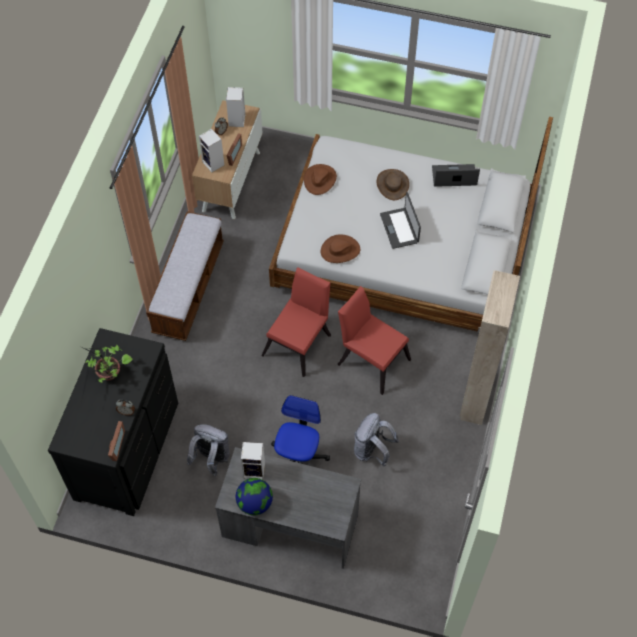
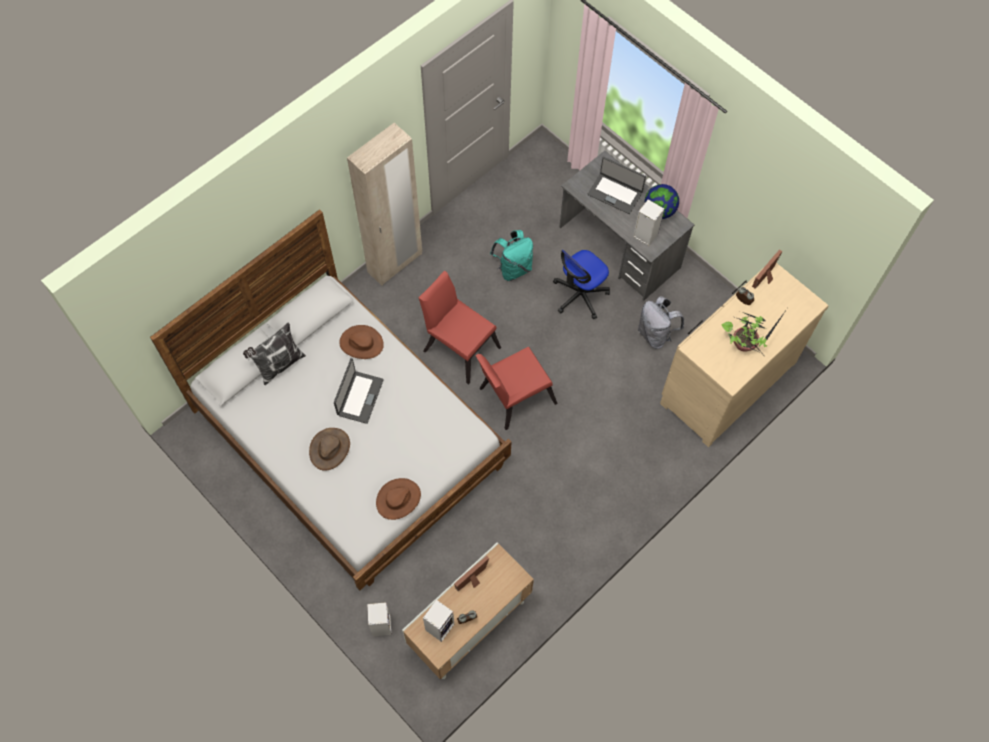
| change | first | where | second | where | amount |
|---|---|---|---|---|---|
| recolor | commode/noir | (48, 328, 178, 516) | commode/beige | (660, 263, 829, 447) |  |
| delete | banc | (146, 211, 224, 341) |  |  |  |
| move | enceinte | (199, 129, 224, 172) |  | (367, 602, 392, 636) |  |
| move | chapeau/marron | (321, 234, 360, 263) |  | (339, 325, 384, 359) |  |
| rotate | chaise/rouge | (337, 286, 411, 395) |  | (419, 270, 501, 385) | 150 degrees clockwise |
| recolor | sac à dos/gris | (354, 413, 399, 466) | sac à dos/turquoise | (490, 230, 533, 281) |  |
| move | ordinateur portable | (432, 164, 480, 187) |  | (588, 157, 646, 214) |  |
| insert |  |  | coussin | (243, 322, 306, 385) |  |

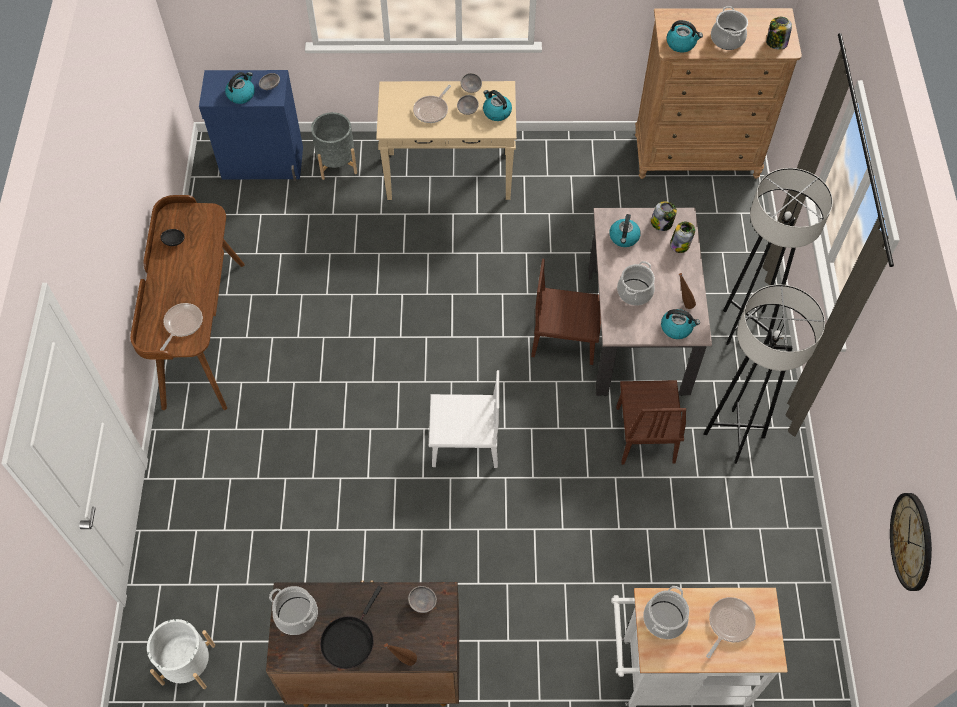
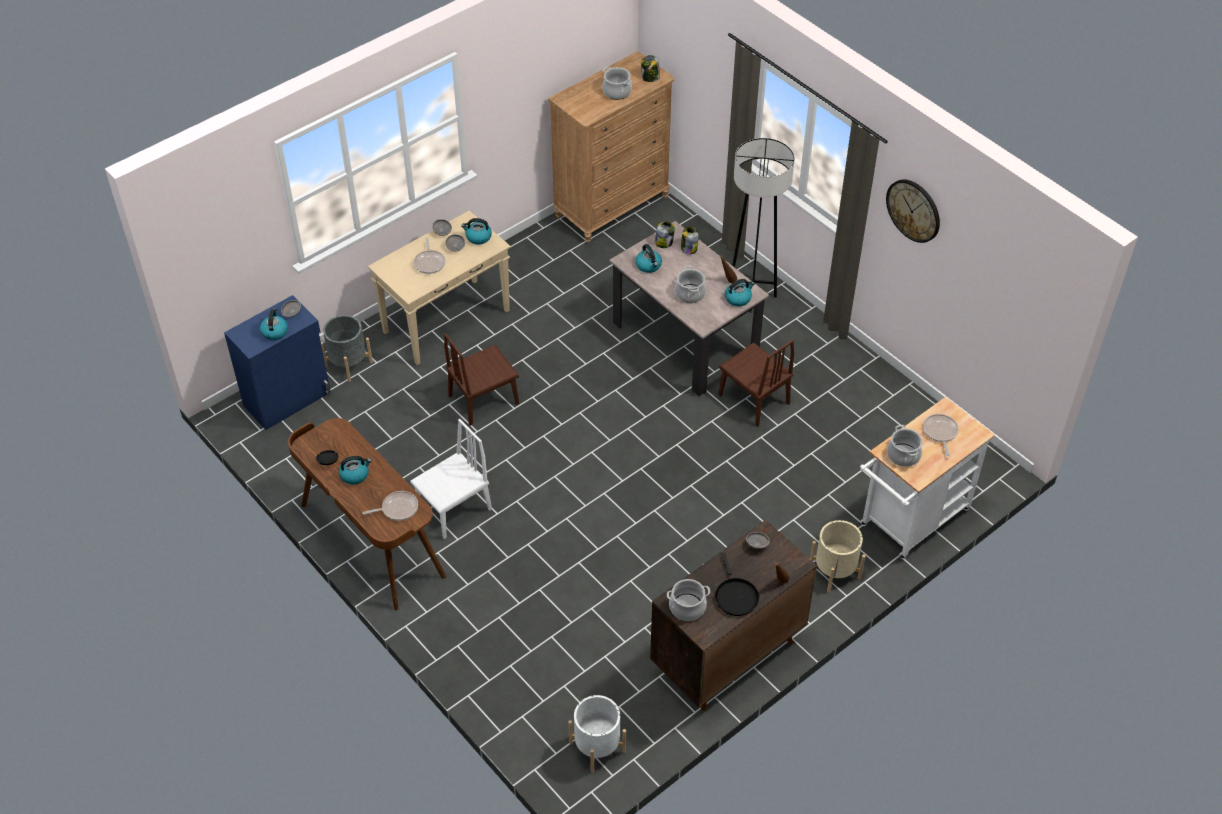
| change | first | where | second | where | amount |
|---|---|---|---|---|---|
| rotate | poêle | (160, 303, 203, 350) |  | (362, 491, 418, 521) | 90 degrees clockwise |
| move | chaise/blanc | (429, 370, 499, 468) |  | (410, 419, 492, 539) |  |
| move | chaise/marron | (531, 259, 601, 365) |  | (444, 333, 519, 426) |  |
| move | bouilloire | (666, 20, 703, 53) |  | (339, 456, 372, 485) |  |
| delete | lampadaire/gris | (704, 285, 825, 464) |  |  |  |
| move | horloge murale | (890, 493, 932, 591) |  | (886, 179, 940, 243) |  |
| insert |  |  | cache-pot/beige | (810, 520, 866, 592) |  |

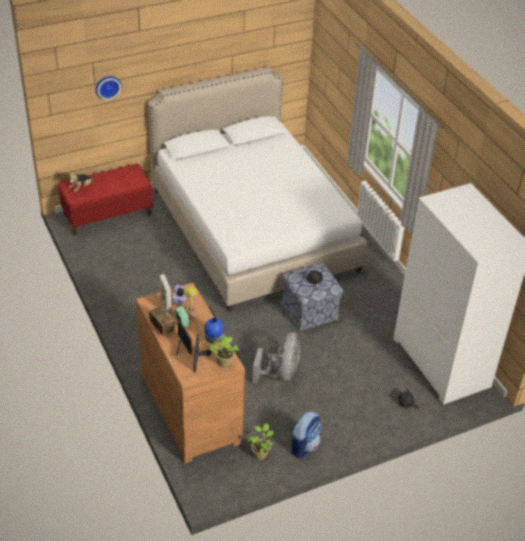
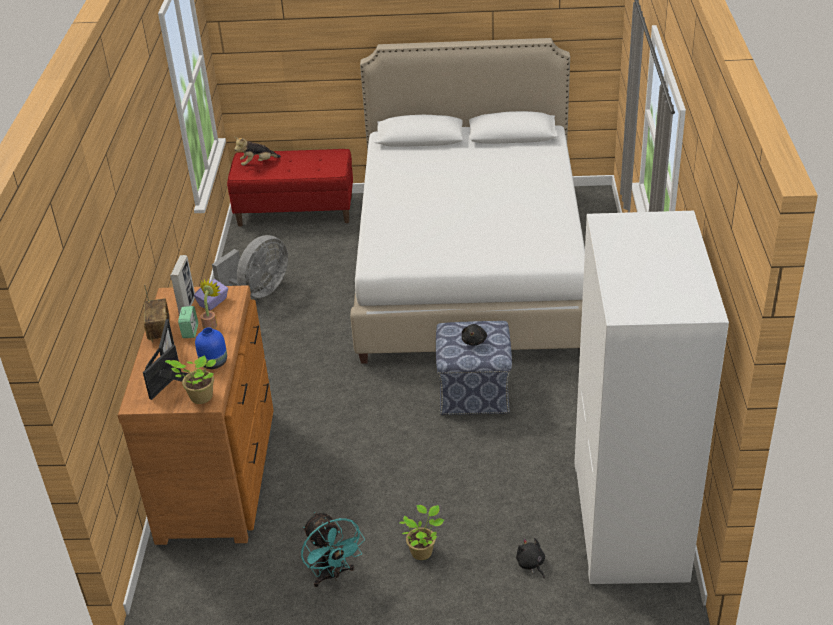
| change | first | where | second | where | amount |
|---|---|---|---|---|---|
| delete | horloge murale | (96, 76, 122, 100) |  |  |  |
| move | plante en pot | (247, 423, 273, 460) |  | (399, 505, 444, 560) |  |
| move | ventilateur/gris | (252, 332, 300, 384) |  | (212, 235, 288, 298) |  |
| replace | sac à dos | (291, 411, 322, 458) | ventilateur/turquoise | (301, 512, 365, 587) |  |

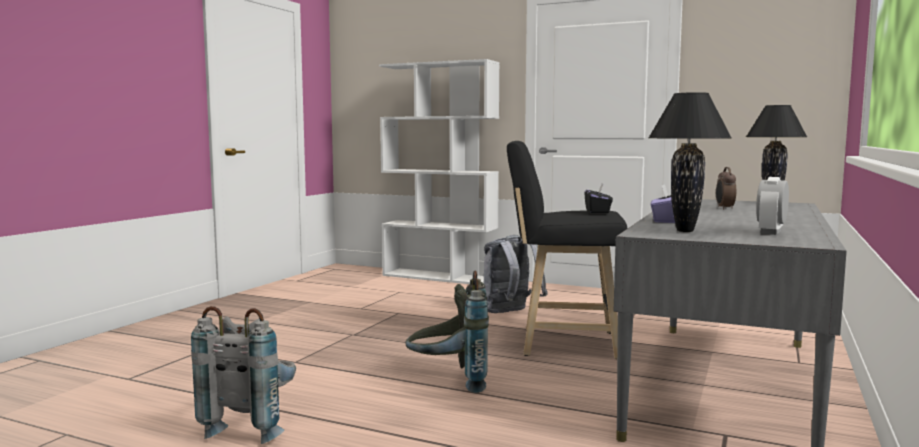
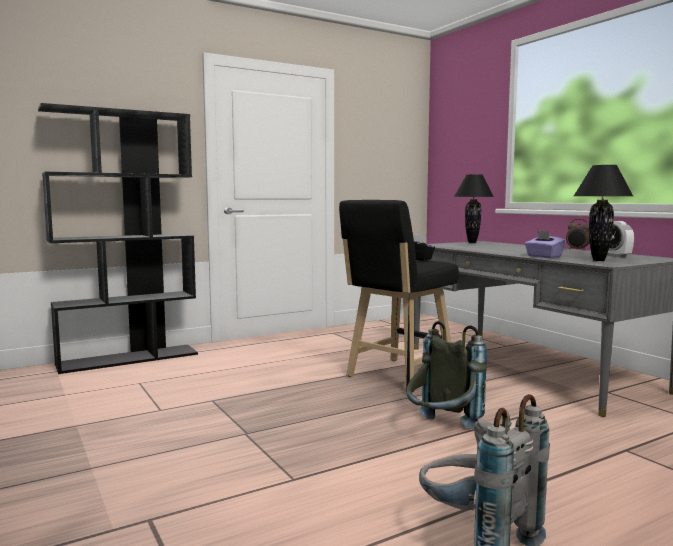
| change | first | where | second | where | amount |
|---|---|---|---|---|---|
| recolor | bibliothèque/blanc | (379, 59, 500, 286) | bibliothèque/noir | (38, 103, 198, 374) |  |
| delete | sac à dos/gris | (484, 235, 548, 313) |  |  |  |
| move | réveil | (716, 167, 736, 210) |  | (566, 219, 590, 251) |  |

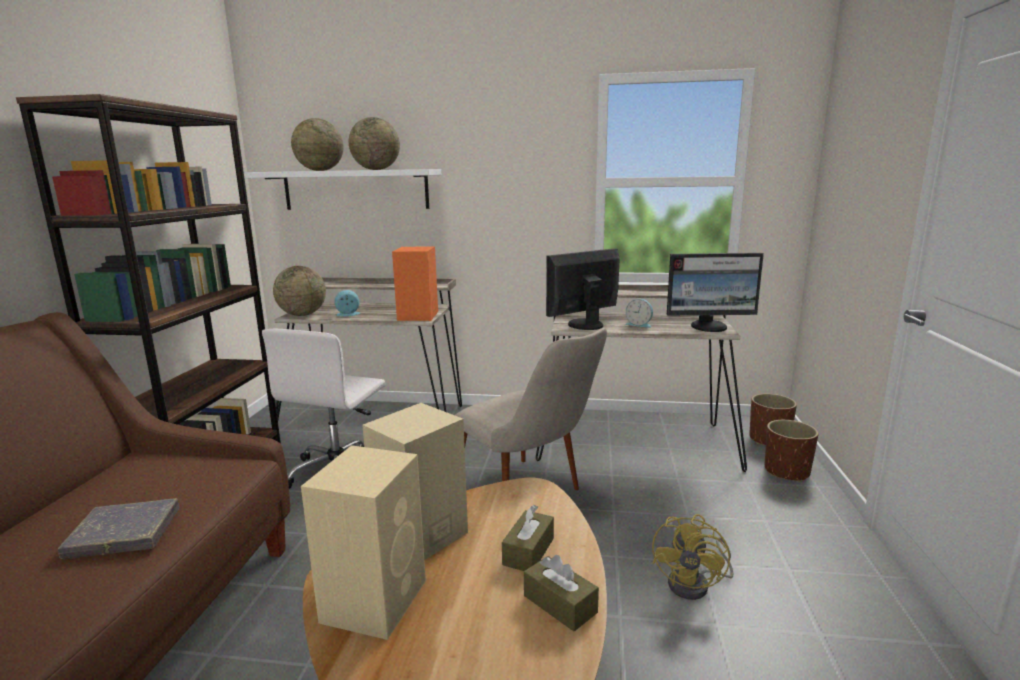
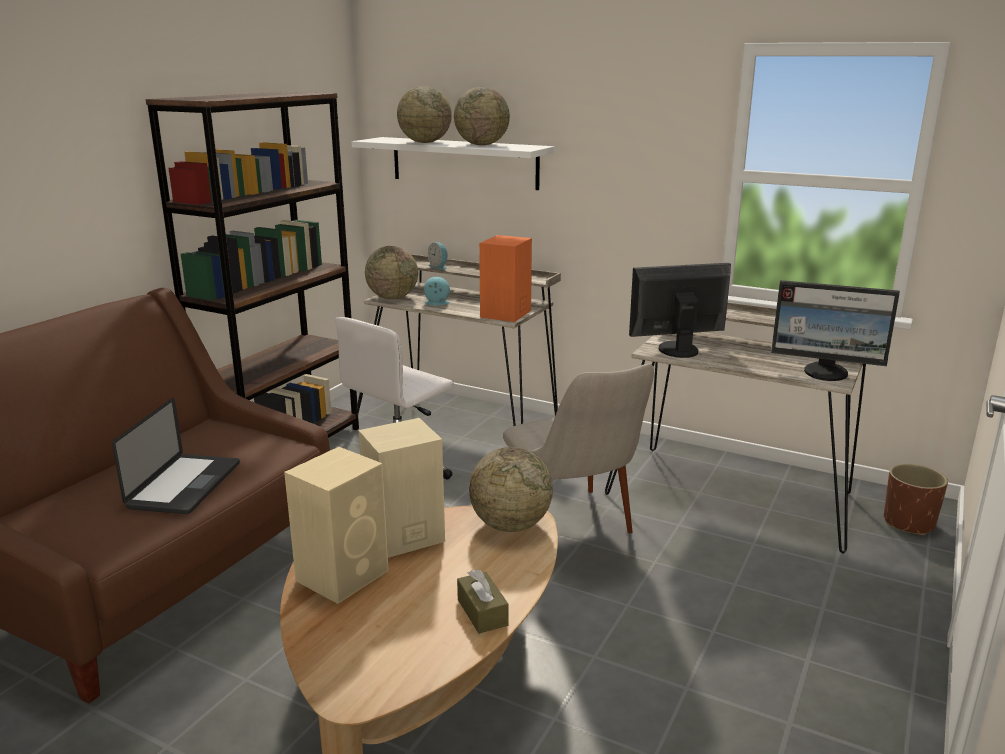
| change | first | where | second | where | amount |
|---|---|---|---|---|---|
| replace | livre/gris | (58, 498, 179, 559) | ordinateur portable | (112, 398, 240, 514) |  |
| delete | boîte à mouchoirs/marron | (502, 505, 554, 571) |  |  |  |
| move | réveil | (625, 299, 653, 328) |  | (428, 242, 448, 270) |  |
| delete | ventilateur/jaune | (652, 514, 734, 600) |  |  |  |
| delete | cache-pot/marron | (765, 420, 819, 482) |  |  |  |
| insert |  |  | globe | (469, 447, 553, 532) |  |

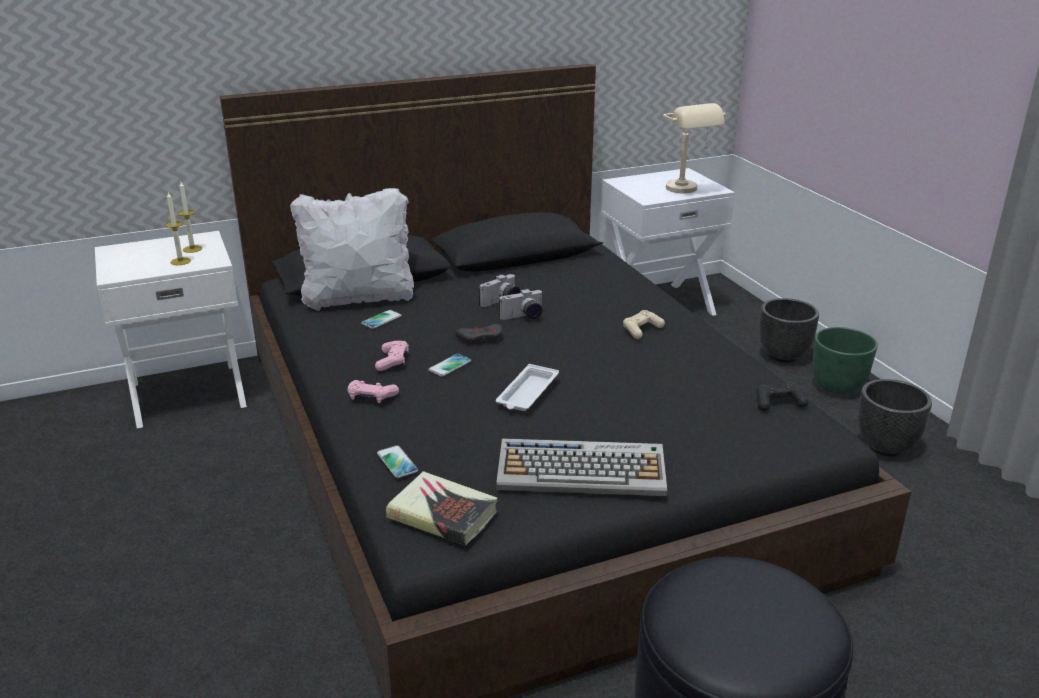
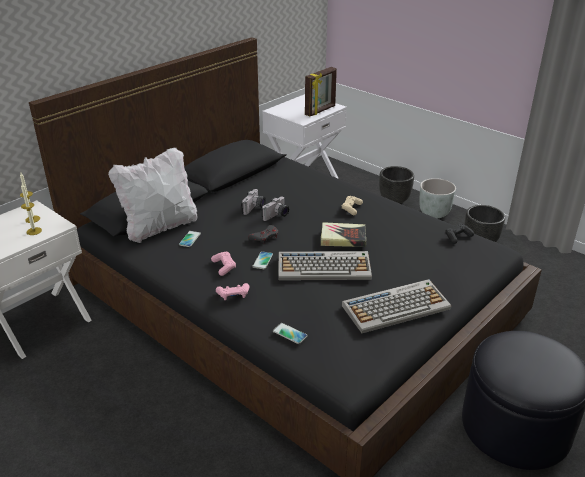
| change | first | where | second | where | amount |
|---|---|---|---|---|---|
| move | livre | (386, 471, 498, 546) |  | (321, 222, 366, 247) |  |
| replace | plateau/blanc | (496, 364, 559, 411) | clavier | (278, 251, 372, 280) |  |
| replace | lampe de table/beige | (663, 103, 725, 193) | cadre photo | (305, 67, 337, 117) |  |
| recolor | cache-pot/vert | (812, 327, 878, 395) | cache-pot/gris | (419, 178, 456, 218) |  |

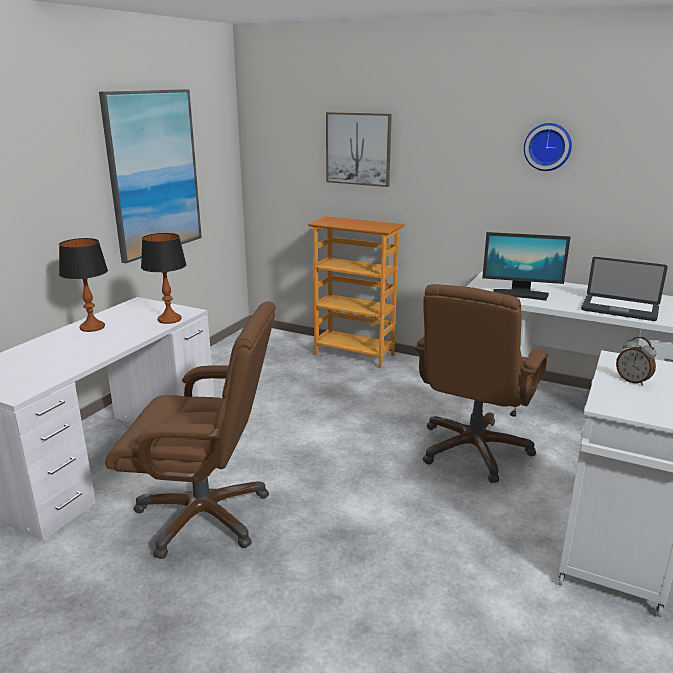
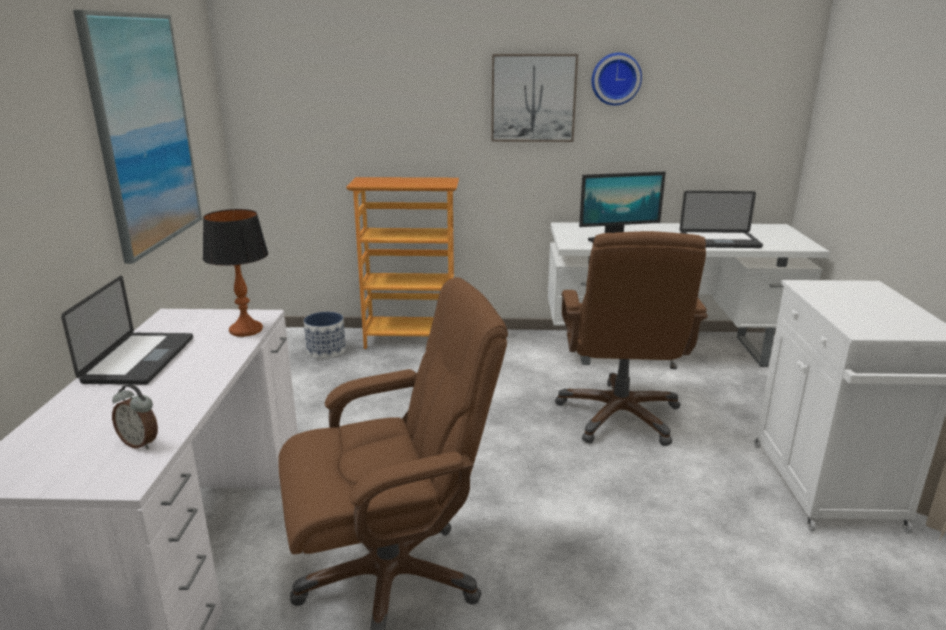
| change | first | where | second | where | amount |
|---|---|---|---|---|---|
| replace | lampe de table | (59, 238, 108, 332) | ordinateur portable | (61, 276, 193, 385) |  |
| move | tableau | (326, 112, 392, 187) |  | (491, 54, 578, 142) |  |
| move | réveil | (616, 337, 656, 386) |  | (112, 384, 158, 450) |  |
| insert |  |  | cache-pot | (304, 312, 346, 358) |  |

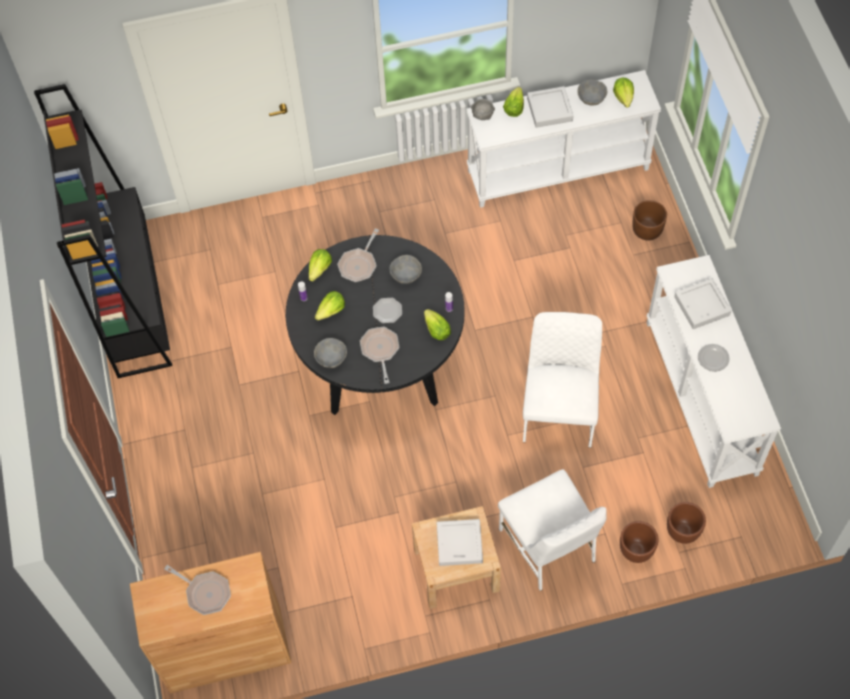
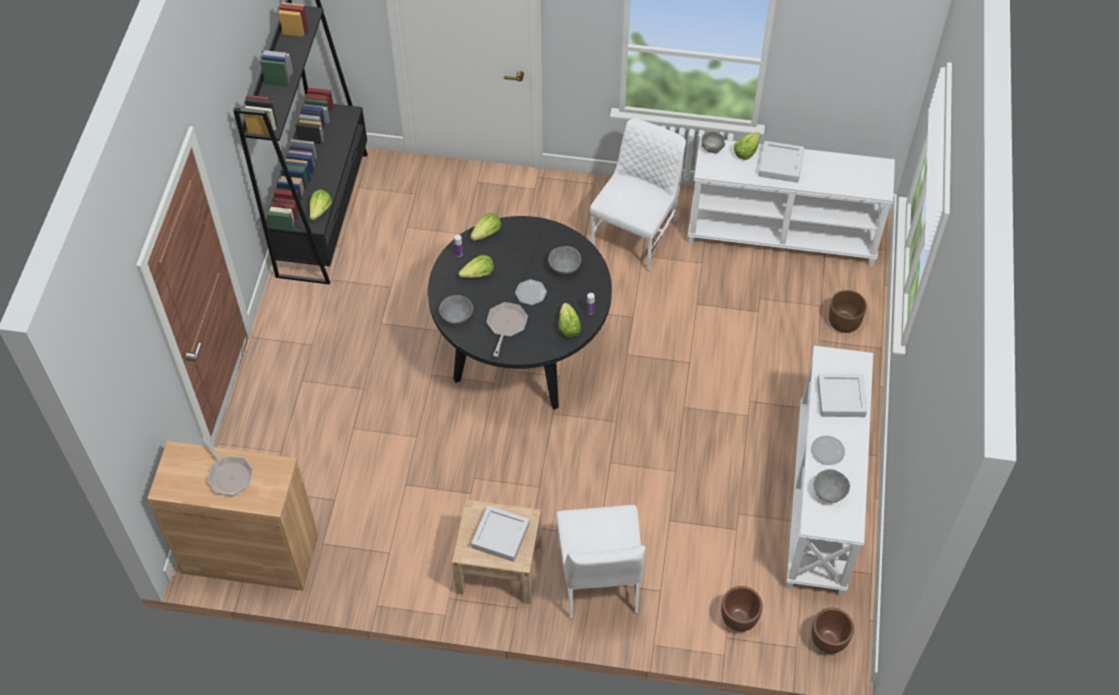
| change | first | where | second | where | amount |
|---|---|---|---|---|---|
| delete | poêle | (337, 229, 379, 282) |  |  |  |
| move | chaise/blanc | (523, 312, 602, 448) |  | (590, 118, 686, 271) |  |
| move | bol/gris | (577, 80, 607, 105) |  | (813, 469, 850, 503) |  |
| move | laitue | (613, 78, 634, 108) |  | (310, 190, 332, 220) |  |
| move | cache-pot/marron | (620, 521, 658, 563) |  | (811, 608, 854, 654) |  |

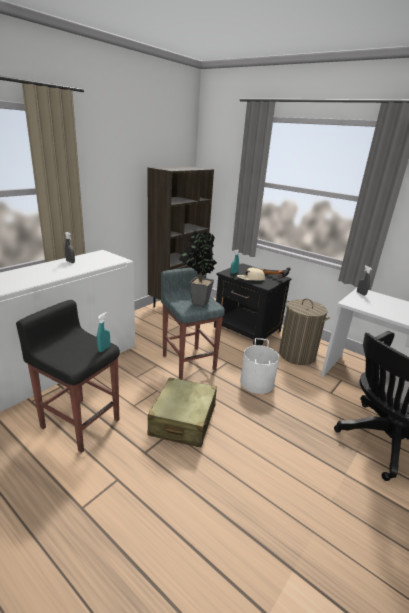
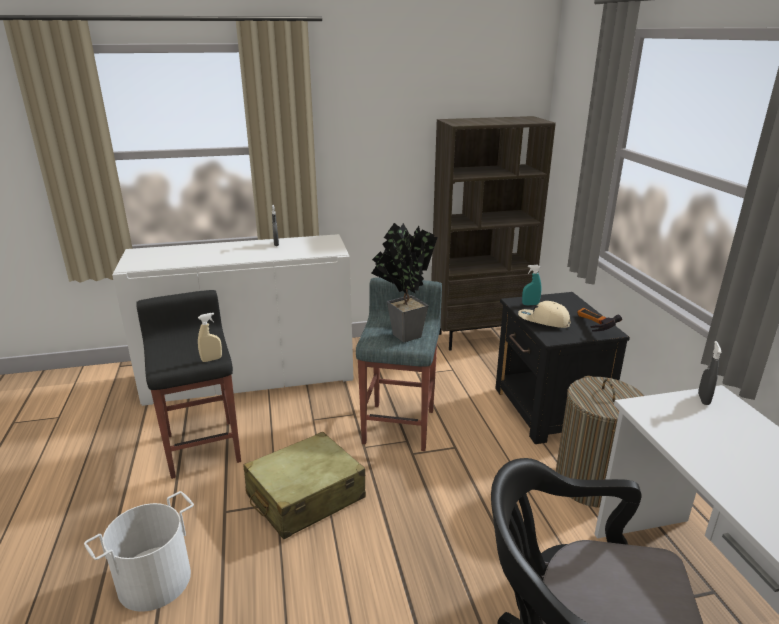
| change | first | where | second | where | amount |
|---|---|---|---|---|---|
| recolor | vaporisateur/turquoise | (97, 312, 110, 352) | vaporisateur/beige | (198, 313, 222, 362) |  |
| move | seau/blanc | (240, 338, 279, 394) |  | (84, 491, 194, 612) |  |

